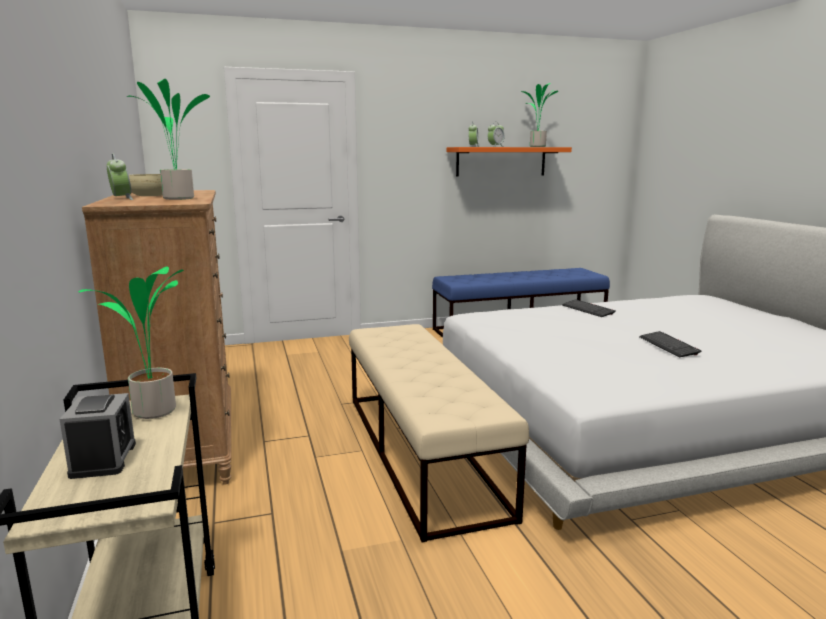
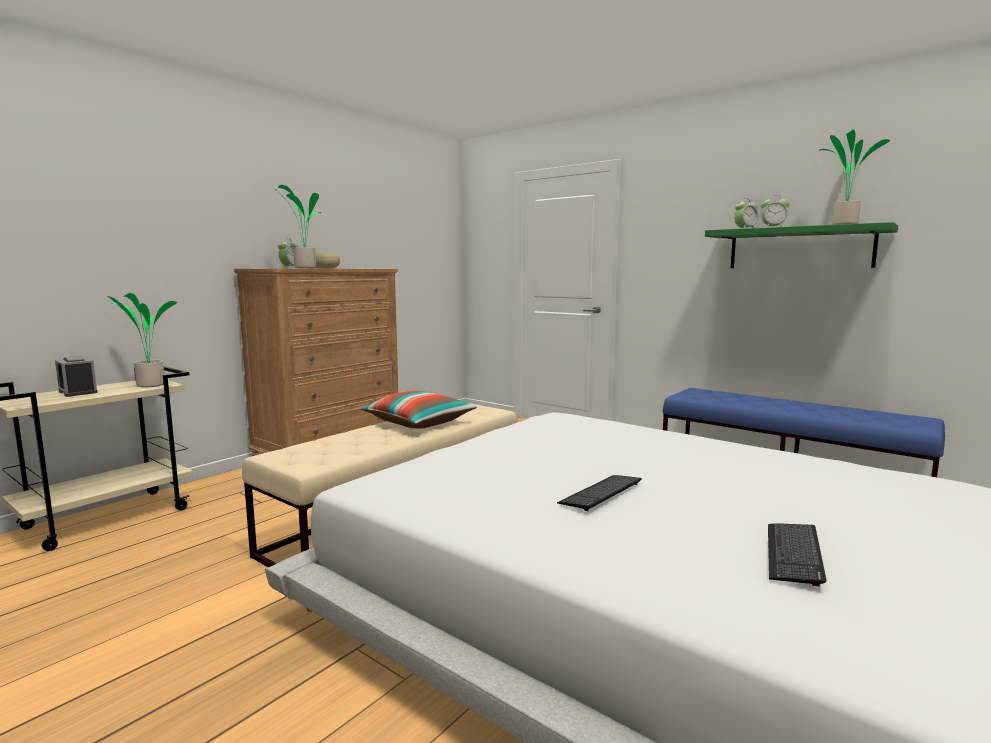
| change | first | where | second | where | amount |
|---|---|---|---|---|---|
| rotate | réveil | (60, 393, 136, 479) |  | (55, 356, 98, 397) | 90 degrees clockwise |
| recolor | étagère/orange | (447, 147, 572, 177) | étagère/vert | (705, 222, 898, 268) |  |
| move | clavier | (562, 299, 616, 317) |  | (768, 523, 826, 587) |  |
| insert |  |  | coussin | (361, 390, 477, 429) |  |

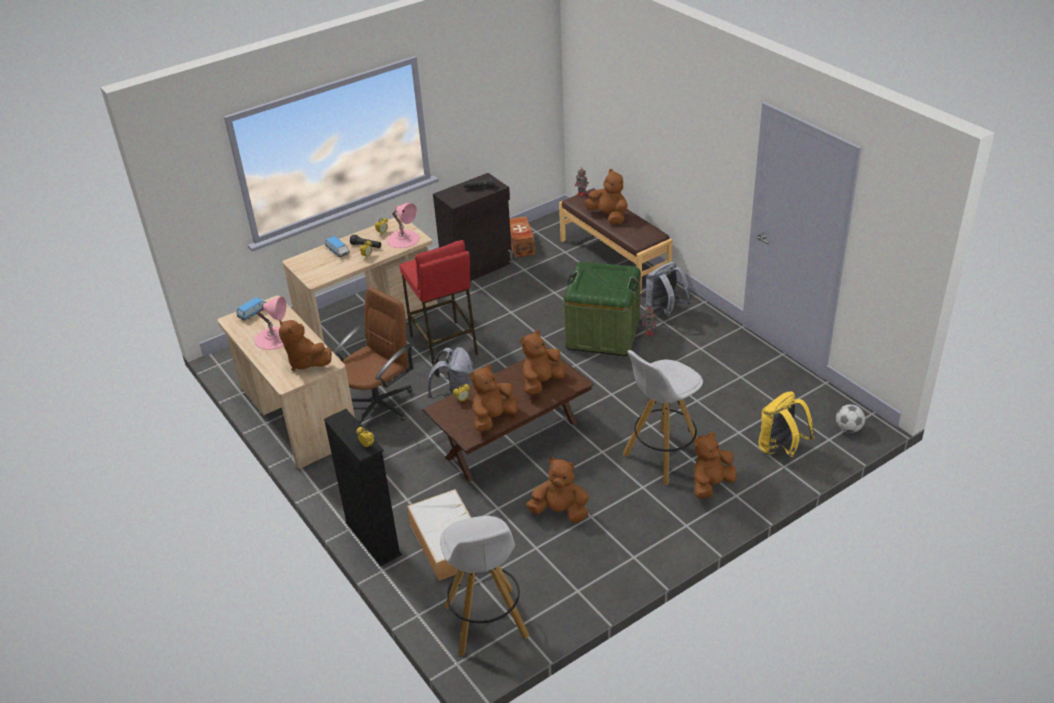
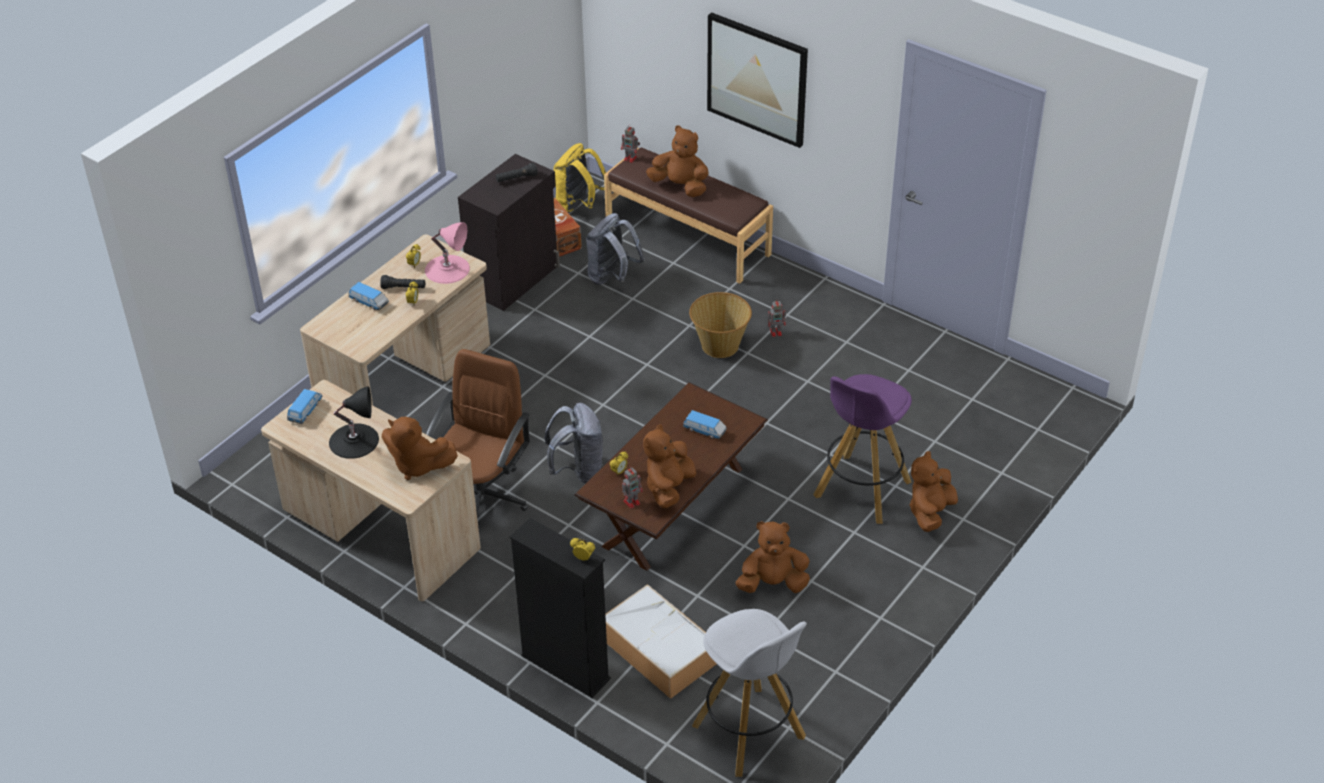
| change | first | where | second | where | amount |
|---|---|---|---|---|---|
| recolor | lampe de table/rose | (254, 296, 286, 350) | lampe de table/noir | (329, 386, 379, 459) |  |
| delete | tabouret/rouge | (400, 240, 478, 366) |  |  |  |
| replace | peluche/marron | (520, 330, 565, 395) | petite voiture | (683, 410, 727, 439) |  |
| replace | boîte de rangement/vert | (563, 261, 641, 356) | panier | (689, 292, 752, 358) |  |
| recolor | tabouret/blanc | (623, 350, 703, 485) | tabouret/violet | (813, 374, 912, 524) |  |
| move | sac à dos/gris | (645, 262, 692, 316) |  | (586, 213, 645, 285) |  |
| move | sac à dos/jaune | (758, 392, 814, 457) |  | (554, 143, 606, 213) |  |
| delete | ballon de foot | (836, 404, 865, 433) |  |  |  |
| insert |  |  | robot jouet | (622, 468, 643, 509) |  |
| insert |  |  | tableau | (707, 12, 808, 148) |  |

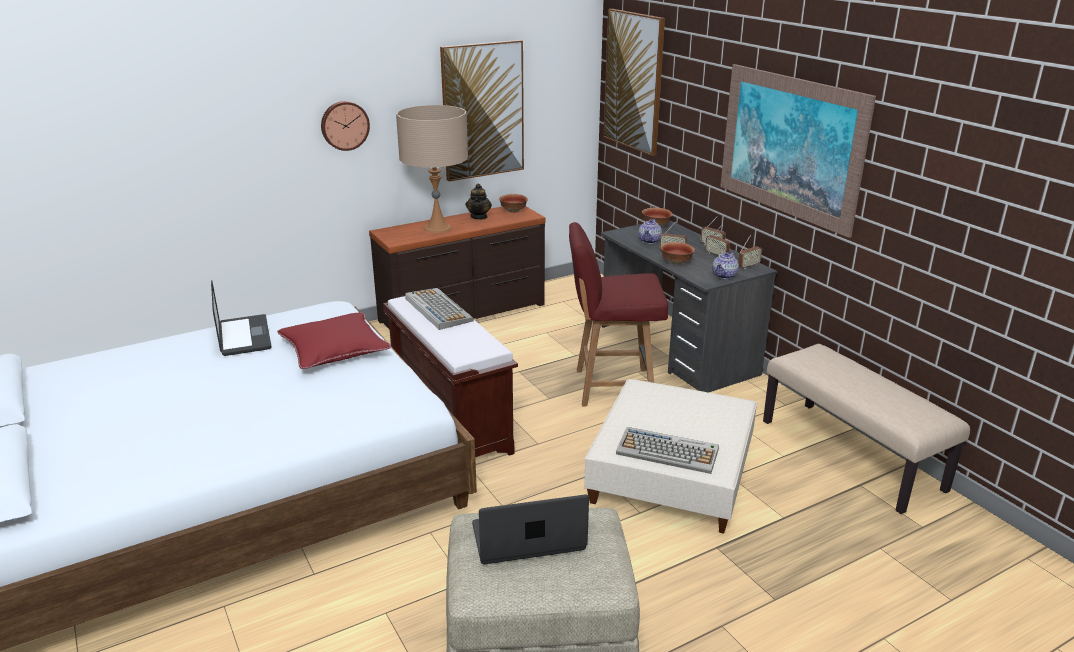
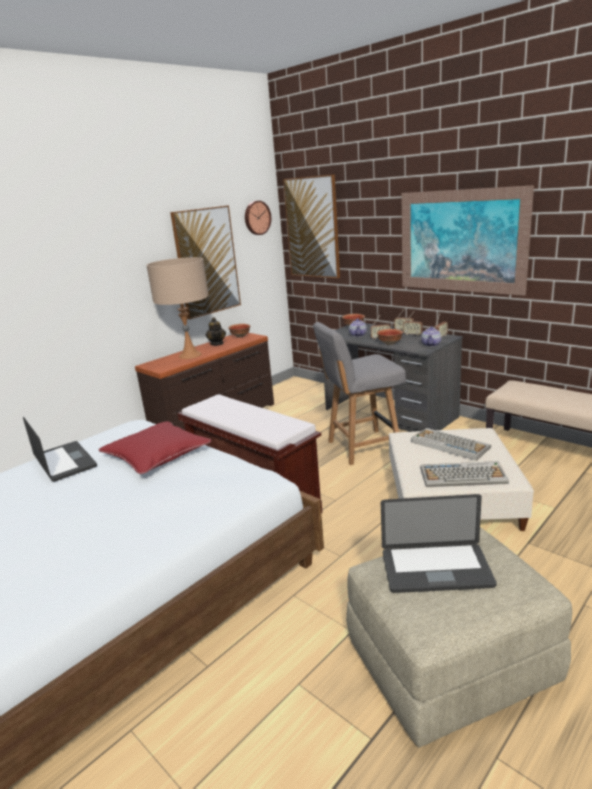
| change | first | where | second | where | amount |
|---|---|---|---|---|---|
| move | horloge murale | (321, 101, 370, 151) |  | (245, 201, 271, 235) |  |
| move | clavier | (405, 288, 474, 330) |  | (411, 428, 491, 461) |  |
| rotate | ordinateur portable | (472, 495, 589, 564) |  | (381, 494, 497, 593) | 150 degrees counterclockwise |
| recolor | chaise/rouge | (569, 222, 668, 406) | chaise/gris | (313, 322, 406, 465) |  |

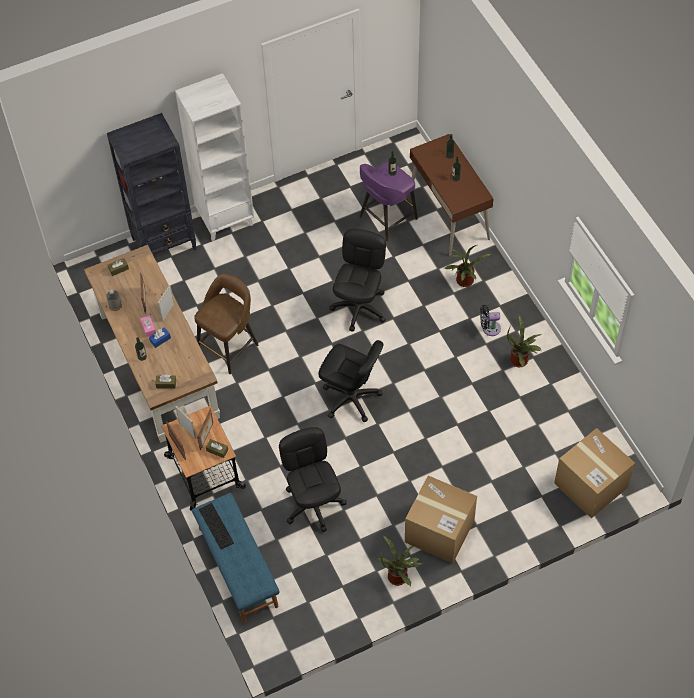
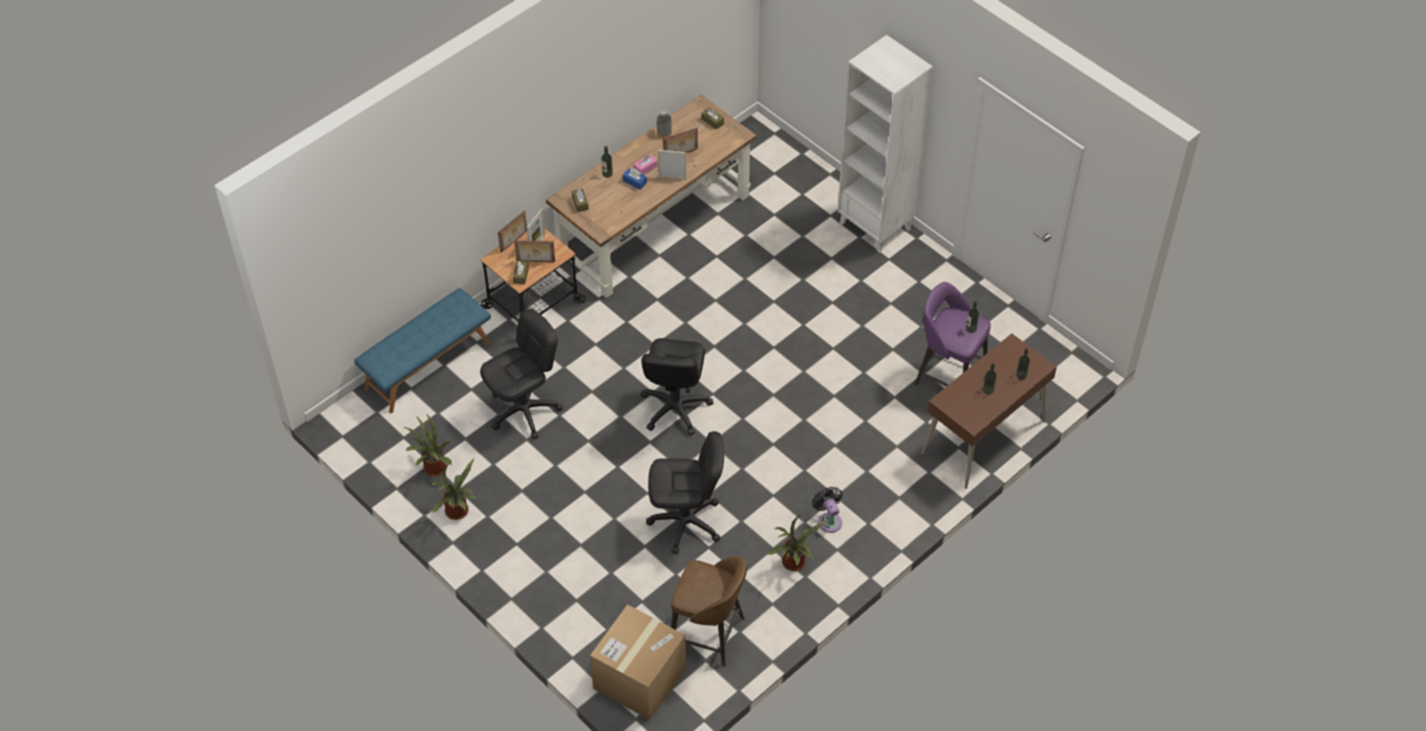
| change | first | where | second | where | amount |
|---|---|---|---|---|---|
| delete | bibliothèque/noir | (107, 113, 197, 255) |  |  |  |
| move | tabouret/marron | (194, 273, 259, 374) |  | (671, 556, 747, 666) |  |
| delete | clavier | (199, 503, 234, 550) |  |  |  |
| move | chaise de bureau/noir | (329, 229, 386, 332) |  | (646, 431, 724, 554) |  |
| delete | carton | (405, 475, 477, 563) |  |  |  |
| move | plante en pot | (444, 245, 491, 287) |  | (403, 414, 452, 477) |  |

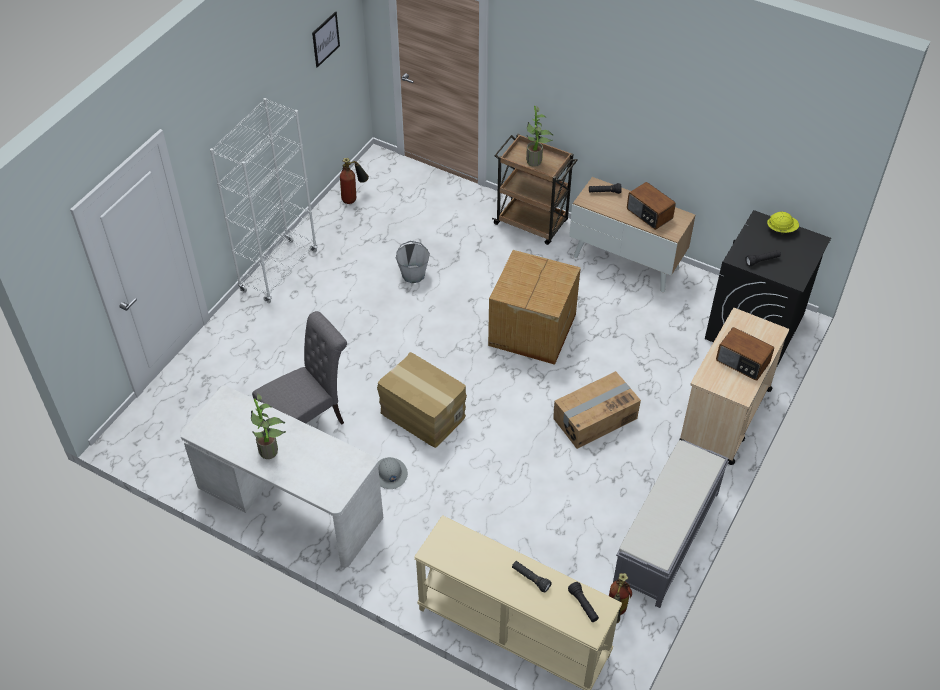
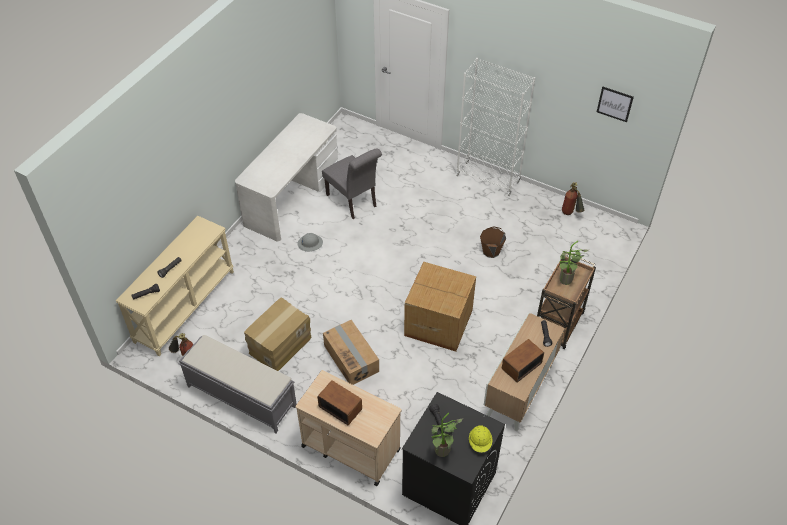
| change | first | where | second | where | amount |
|---|---|---|---|---|---|
| move | plante en pot | (251, 393, 286, 459) |  | (431, 413, 463, 457) |  |
| move | carton | (377, 352, 467, 448) |  | (244, 298, 312, 371) |  |
| recolor | seau/gris | (396, 241, 430, 283) | seau/marron | (480, 226, 506, 258) |  |
| rotate | radio | (716, 327, 774, 380) |  | (317, 380, 362, 425) | 90 degrees clockwise |

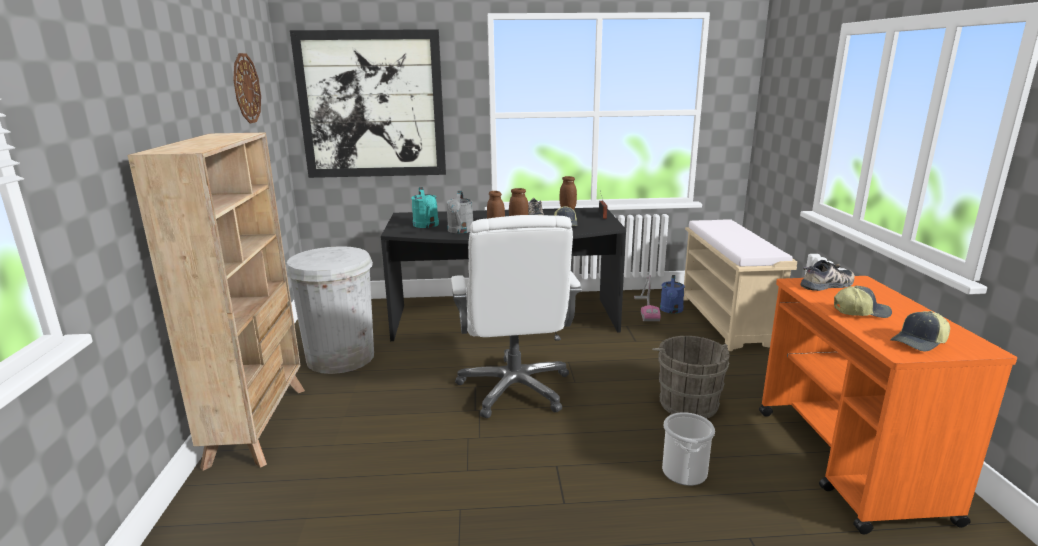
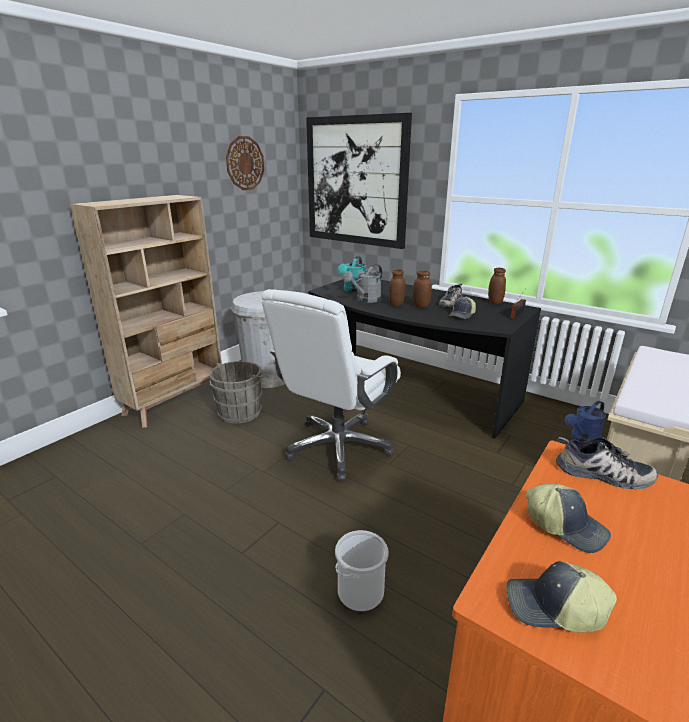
| change | first | where | second | where | amount |
|---|---|---|---|---|---|
| delete | aspirateur | (634, 274, 661, 321) |  |  |  |
| move | seau/gris | (652, 336, 730, 419) |  | (209, 361, 269, 424) |  |

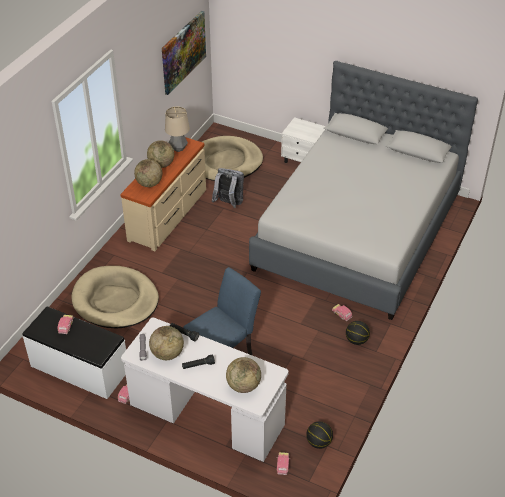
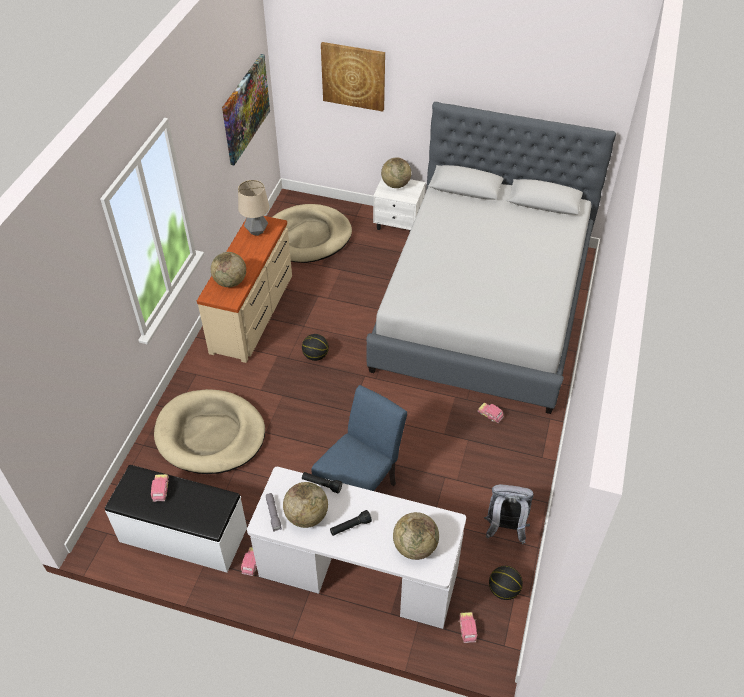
| change | first | where | second | where | amount |
|---|---|---|---|---|---|
| move | globe | (147, 140, 174, 168) |  | (381, 157, 411, 188) |  |
| move | sac à dos/gris | (212, 168, 244, 208) |  | (484, 484, 534, 544) |  |
| move | ballon de basket | (346, 321, 370, 345) |  | (302, 334, 329, 361) |  |
| insert |  |  | tableau | (321, 42, 385, 112) |  |

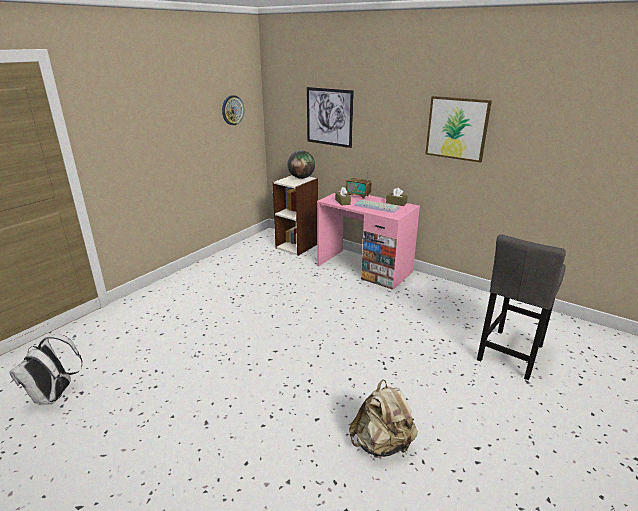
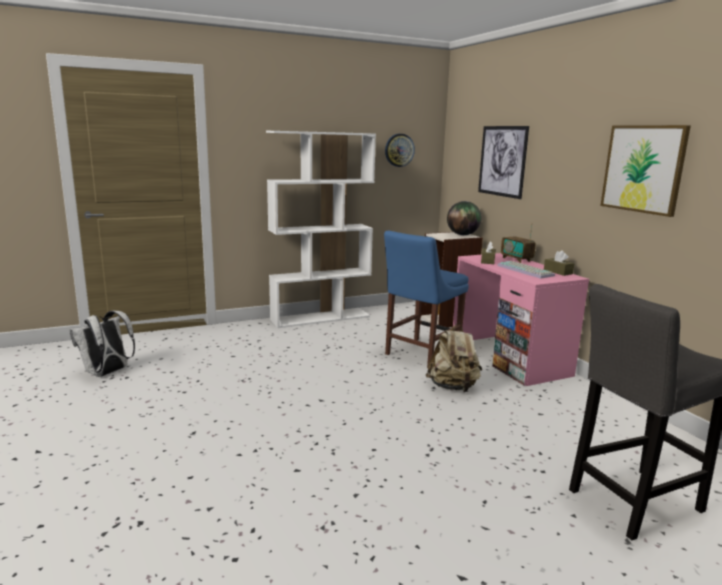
| change | first | where | second | where | amount |
|---|---|---|---|---|---|
| move | sac à dos/beige | (349, 379, 417, 457) |  | (426, 323, 482, 392) |  |
| insert |  |  | bibliothèque/blanc | (266, 131, 376, 328) |  |
| insert |  |  | chaise/bleu | (384, 231, 469, 368) |  |

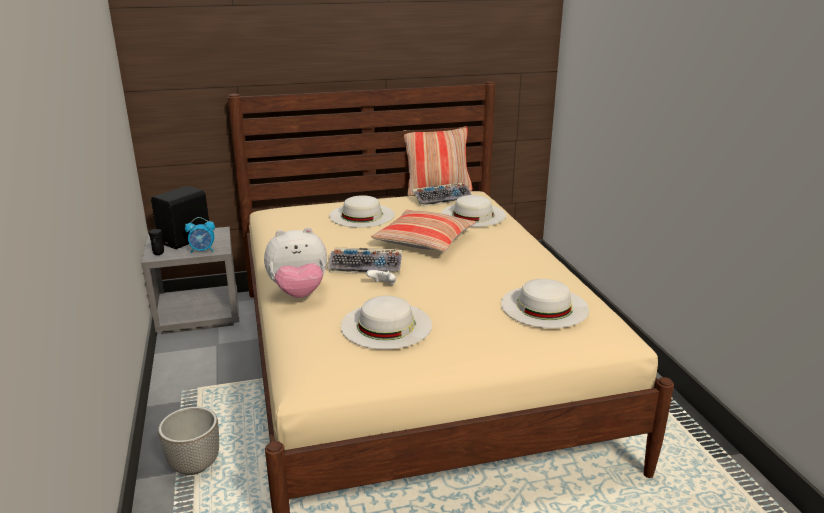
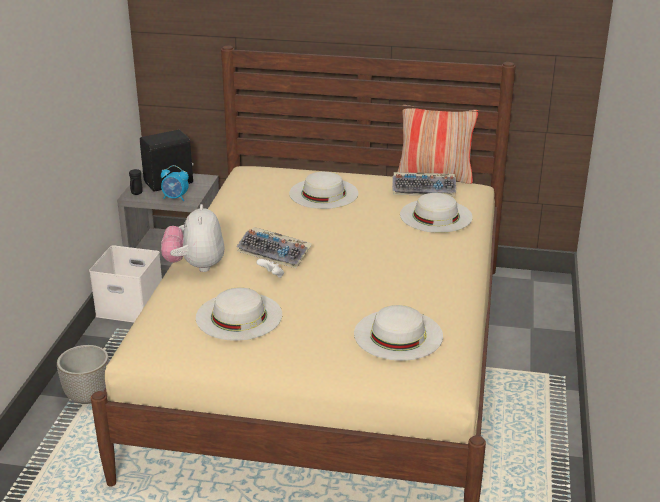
| change | first | where | second | where | amount |
|---|---|---|---|---|---|
| rotate | peluche | (264, 227, 327, 298) |  | (161, 204, 225, 272) | 75 degrees clockwise |
| delete | coussin | (371, 210, 476, 252) |  |  |  |
| insert |  |  | boîte de rangement/blanc | (89, 245, 162, 323) |  |

